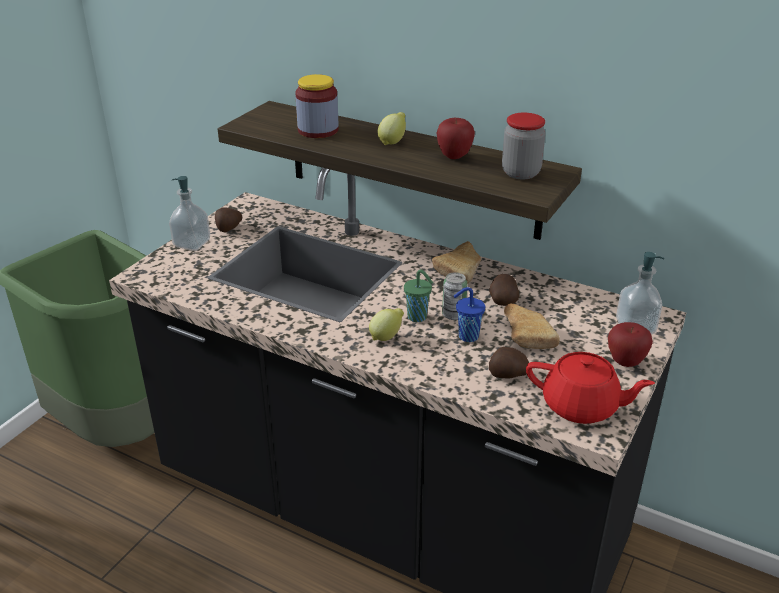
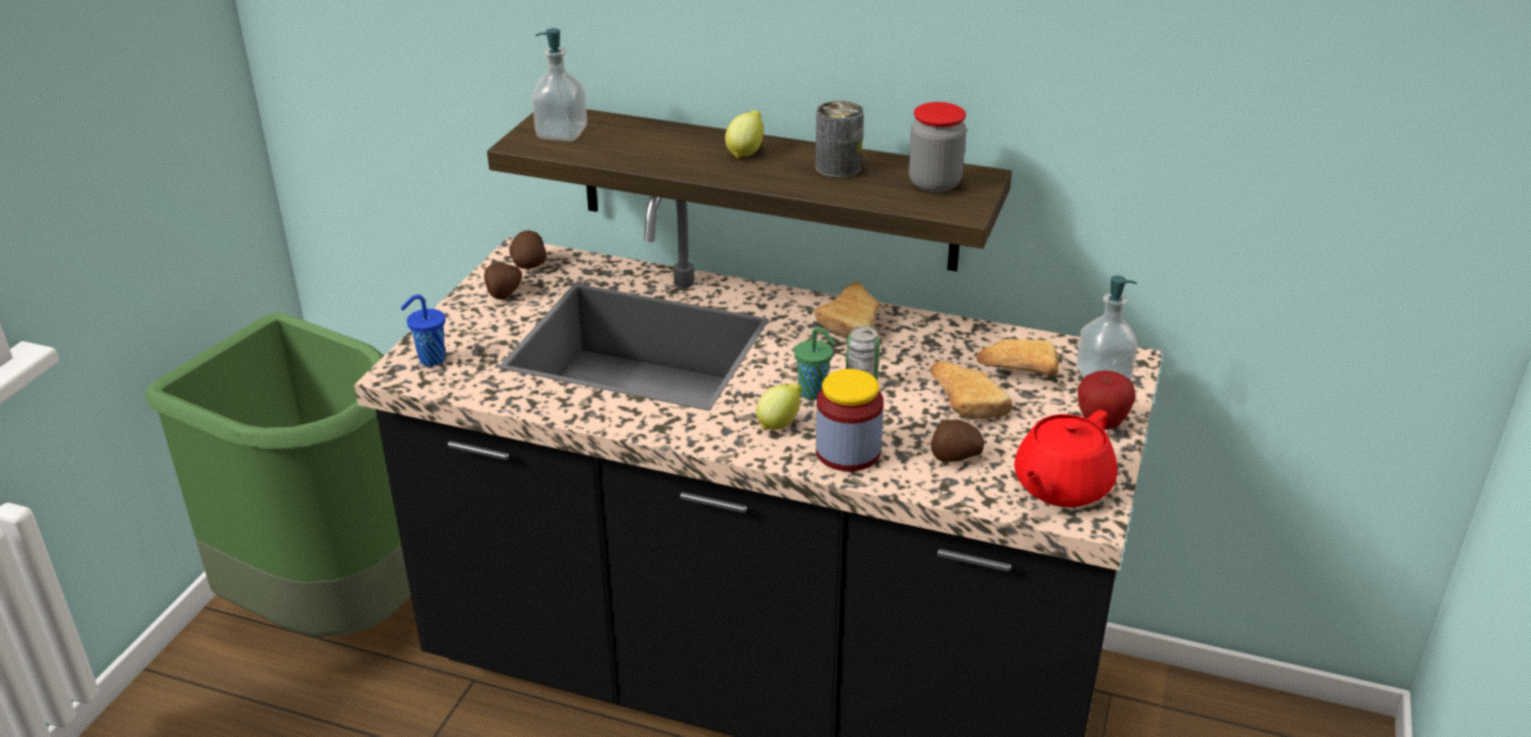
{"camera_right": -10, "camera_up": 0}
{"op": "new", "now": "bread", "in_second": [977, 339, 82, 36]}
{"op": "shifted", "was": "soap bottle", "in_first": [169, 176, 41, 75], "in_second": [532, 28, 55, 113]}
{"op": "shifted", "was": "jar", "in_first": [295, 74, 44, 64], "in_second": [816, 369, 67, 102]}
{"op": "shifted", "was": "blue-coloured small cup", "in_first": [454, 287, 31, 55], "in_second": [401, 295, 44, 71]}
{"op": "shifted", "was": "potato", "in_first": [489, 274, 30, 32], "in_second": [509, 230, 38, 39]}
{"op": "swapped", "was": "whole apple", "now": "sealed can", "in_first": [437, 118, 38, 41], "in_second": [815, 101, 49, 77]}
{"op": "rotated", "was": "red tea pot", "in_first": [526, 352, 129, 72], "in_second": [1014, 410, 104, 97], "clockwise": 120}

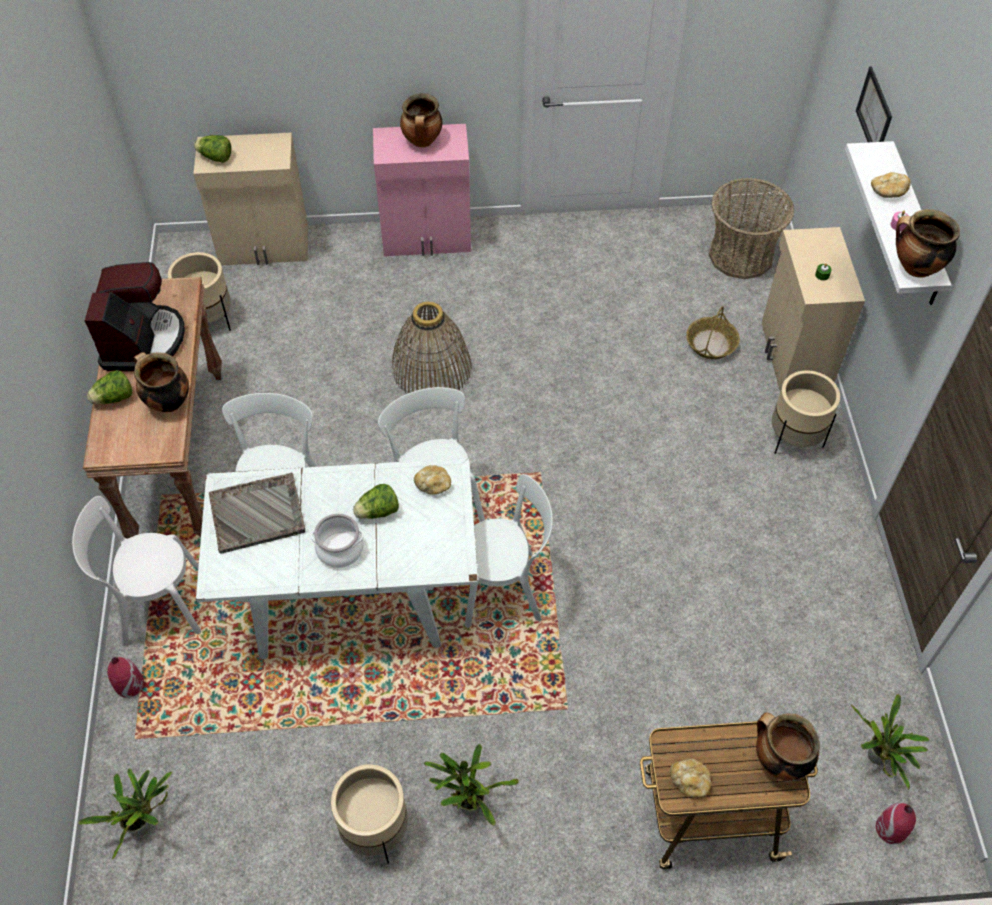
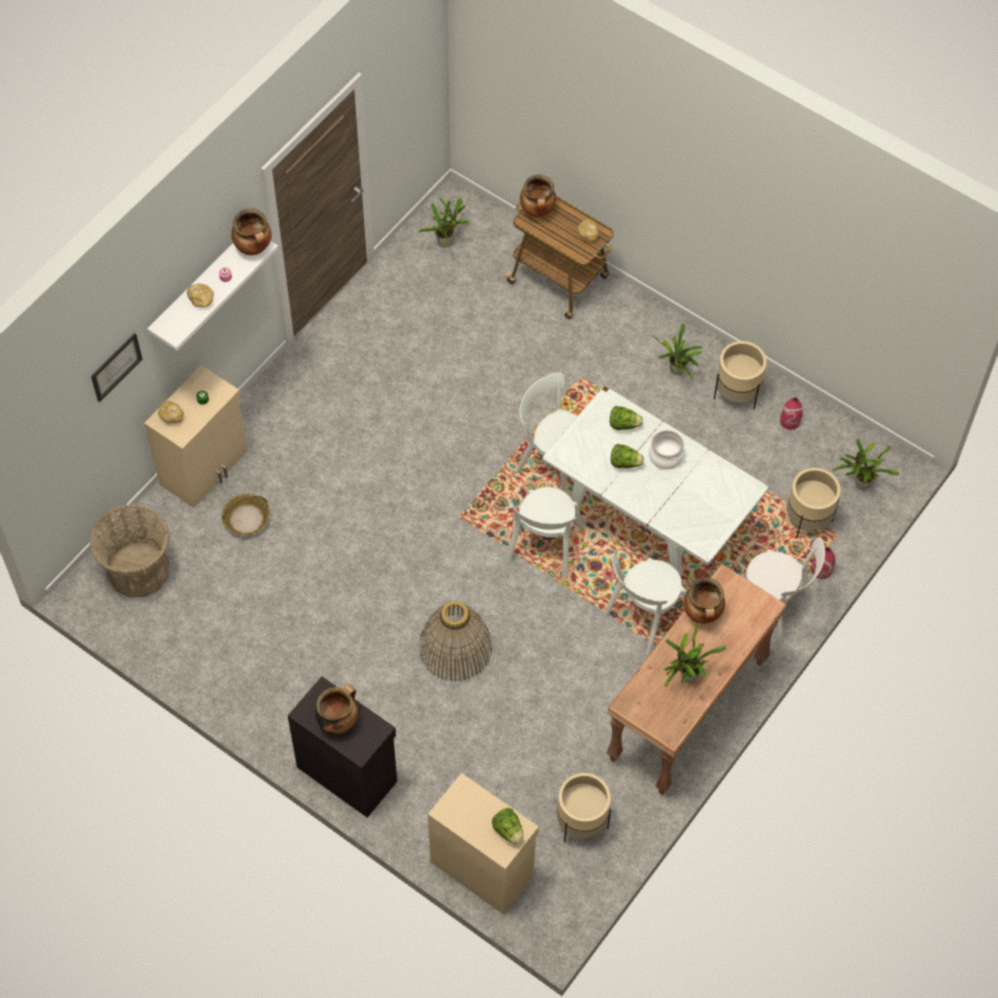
{"camera_right": -140, "camera_up": 5}
{"op": "gone", "was": "gray carrying tray", "in_first": [209, 473, 96, 81]}
{"op": "shifted", "was": "lettuce head", "in_first": [87, 370, 45, 34], "in_second": [610, 406, 33, 24]}
{"op": "shifted", "was": "bread", "in_first": [414, 465, 37, 30], "in_second": [158, 401, 26, 23]}
{"op": "shifted", "was": "beige planter", "in_first": [772, 370, 68, 84], "in_second": [787, 468, 54, 71]}
{"op": "shifted", "was": "red vase", "in_first": [876, 803, 40, 41], "in_second": [780, 397, 23, 33]}
{"op": "swapped", "was": "coffee maker", "now": "plant in a pot", "in_first": [85, 262, 100, 109], "in_second": [664, 624, 63, 63]}
{"op": "repainted", "was": "pink-coloured storage cabinet", "now": "black storage cabinet", "in_first": [373, 124, 98, 132], "in_second": [288, 676, 109, 142]}

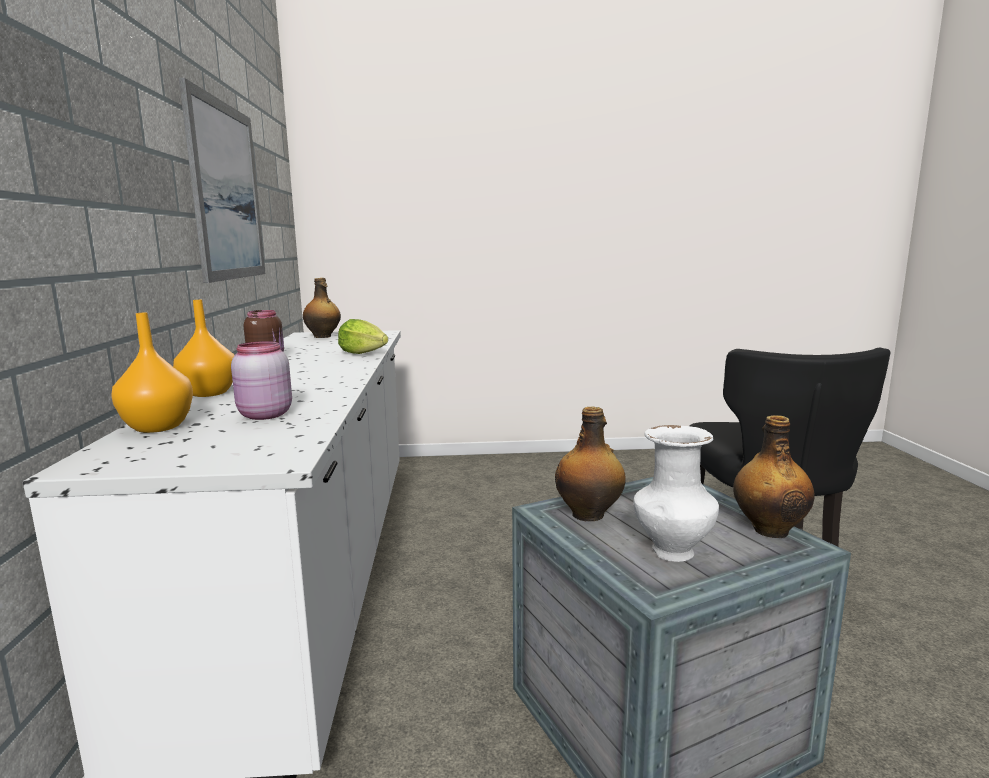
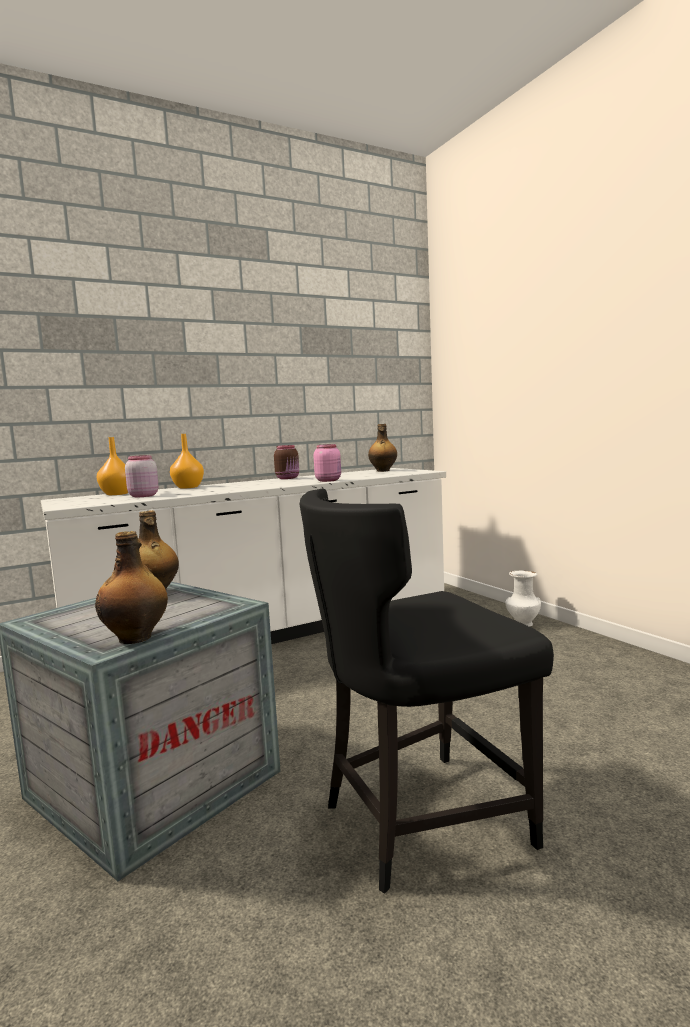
{"camera_right": 65, "camera_up": -5}
{"op": "gone", "was": "wall art", "in_first": [179, 78, 86, 205]}
{"op": "shifted", "was": "whitish vase", "in_first": [633, 425, 86, 137], "in_second": [505, 571, 36, 56]}
{"op": "swapped", "was": "lettuce head", "now": "pink-coloured jar", "in_first": [338, 319, 50, 35], "in_second": [314, 444, 27, 38]}

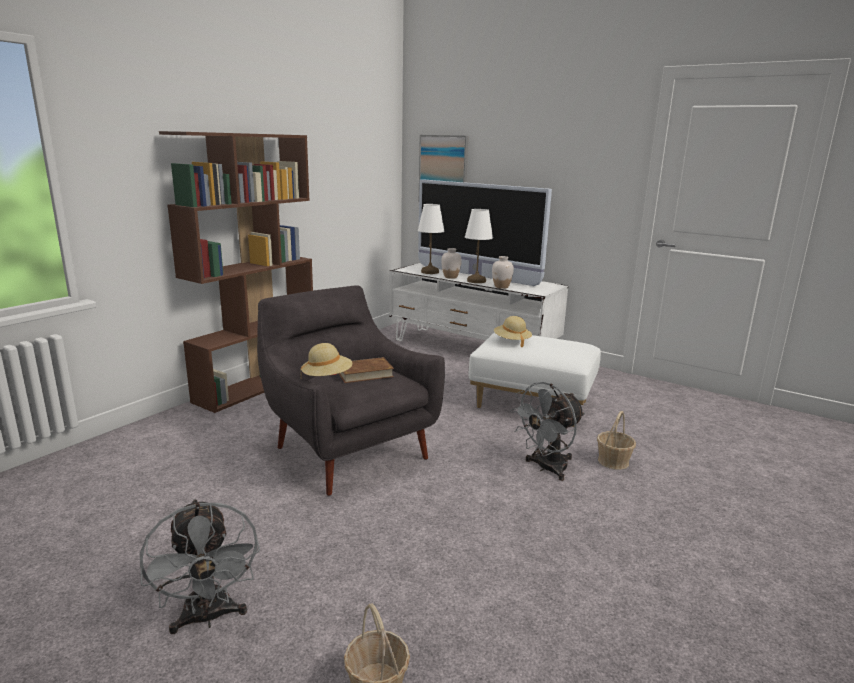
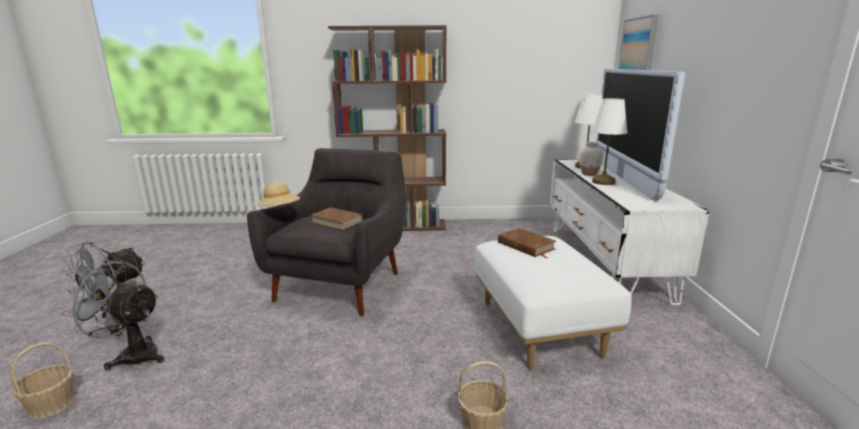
{"camera_right": 55, "camera_up": 0}
{"op": "gone", "was": "whitish vase", "in_first": [492, 256, 22, 33]}
{"op": "shifted", "was": "gray cooling fan", "in_first": [510, 382, 75, 99], "in_second": [61, 260, 103, 110]}
{"op": "swapped", "was": "beige clothing hat", "now": "brown-coloured book", "in_first": [494, 316, 38, 31], "in_second": [498, 228, 58, 31]}

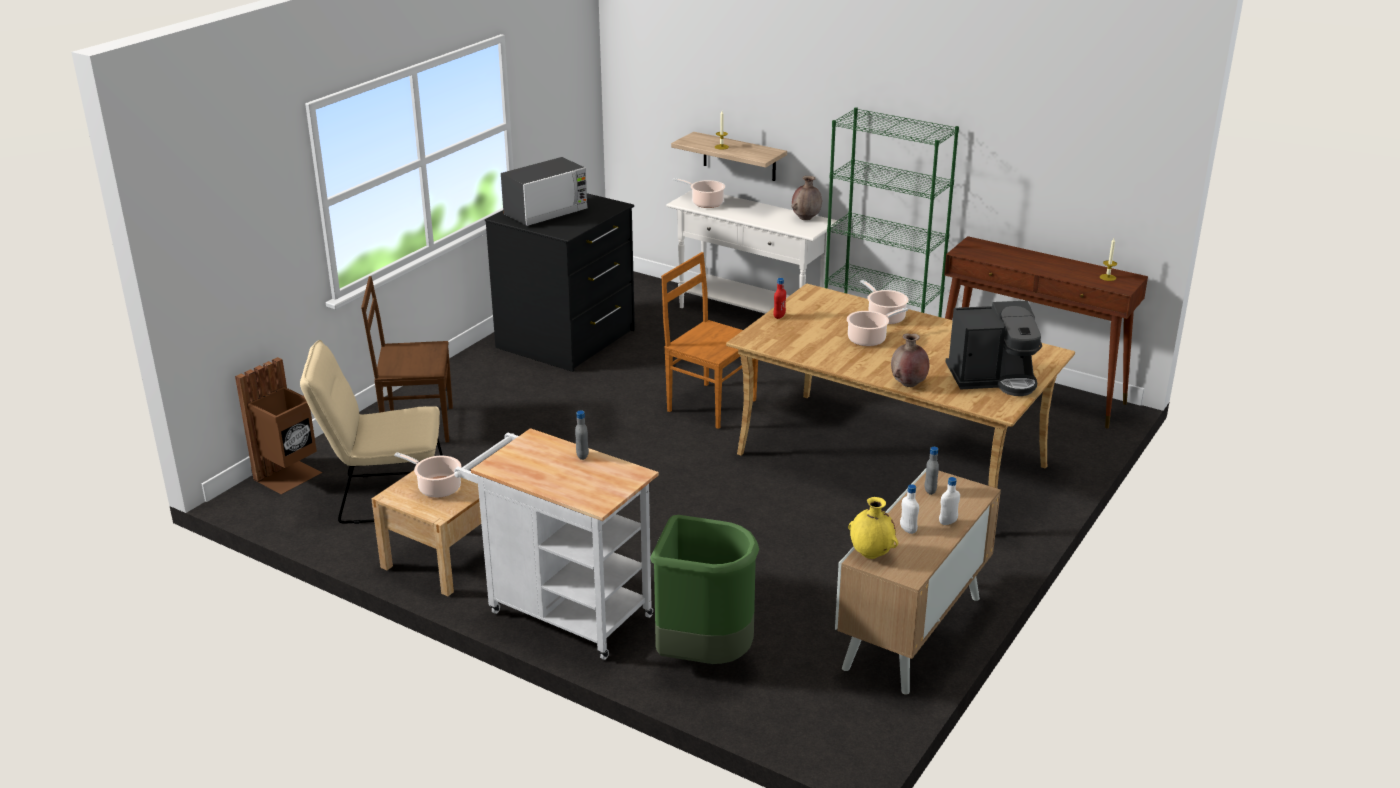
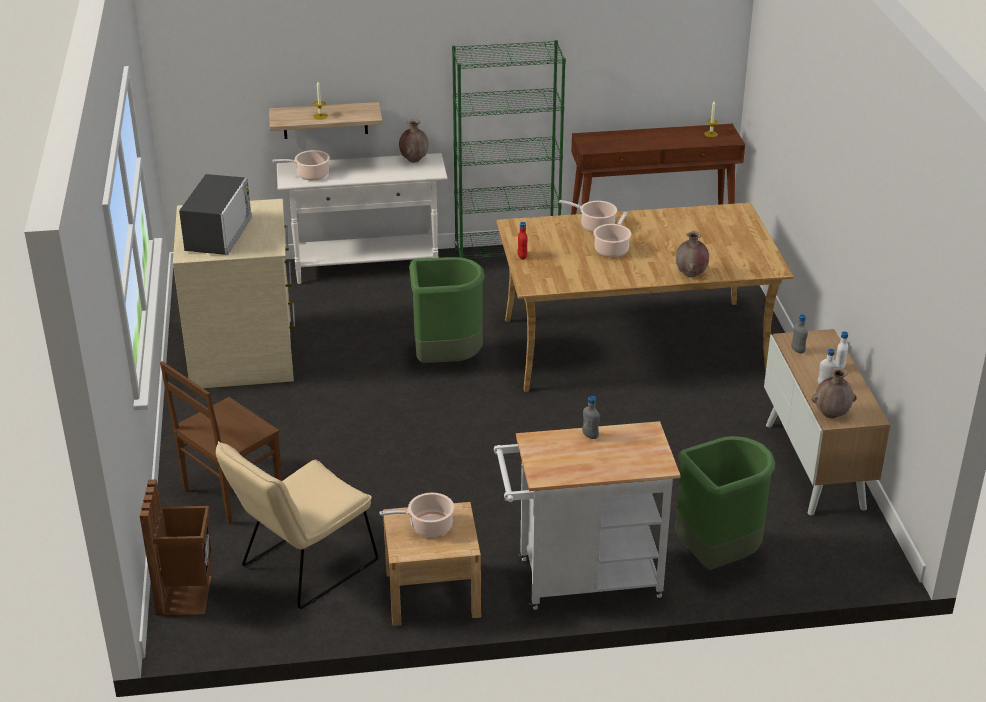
{"camera_right": -40, "camera_up": 5}
{"op": "gone", "was": "coffee maker", "in_first": [945, 301, 97, 95]}
{"op": "swapped", "was": "brown-coloured chair", "now": "green-coloured trash can", "in_first": [661, 252, 97, 177], "in_second": [409, 257, 76, 106]}
{"op": "repainted", "was": "black dresser", "now": "beige dresser", "in_first": [485, 193, 150, 179], "in_second": [173, 199, 123, 189]}
{"op": "repainted", "was": "yellow-coloured vase", "now": "brown-coloured vase", "in_first": [848, 497, 50, 62], "in_second": [811, 367, 46, 51]}

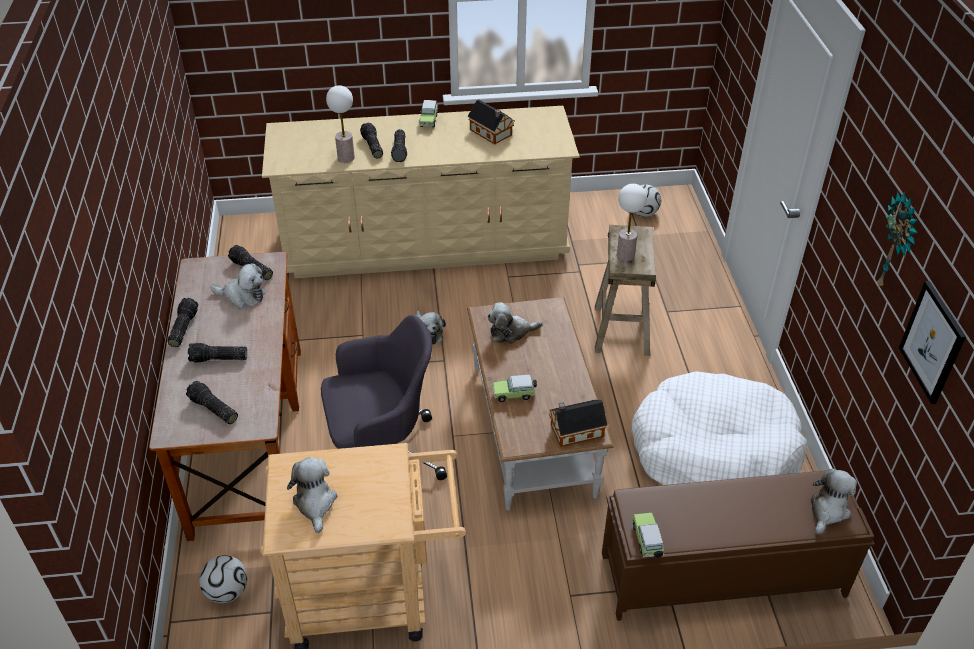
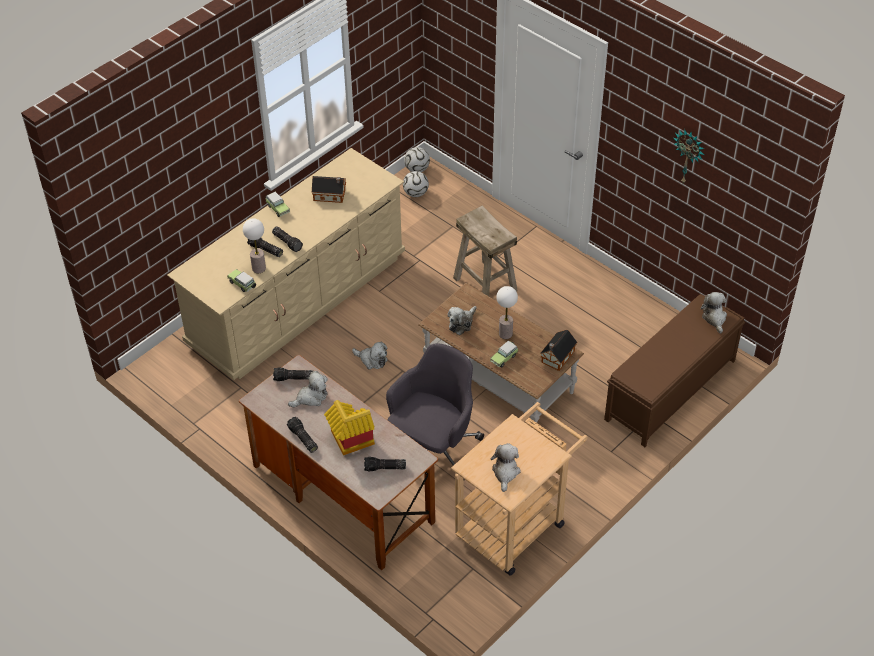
{"camera_right": -40, "camera_up": 5}
{"op": "gone", "was": "whitish dog bed", "in_first": [631, 371, 176, 114]}
{"op": "gone", "was": "wall art", "in_first": [899, 281, 67, 123]}
{"op": "shifted", "was": "football ball", "in_first": [199, 555, 48, 48], "in_second": [404, 147, 26, 25]}
{"op": "shifted", "was": "table lamp", "in_first": [617, 184, 30, 78], "in_second": [496, 286, 22, 53]}
{"op": "shifted", "was": "model car", "in_first": [632, 513, 32, 45], "in_second": [227, 269, 29, 23]}
{"op": "swapped", "was": "torch", "now": "miniature house", "in_first": [188, 343, 59, 20], "in_second": [324, 400, 51, 56]}
{"op": "rotated", "was": "cuddly toy", "in_first": [287, 457, 50, 76], "in_second": [491, 443, 30, 49], "clockwise": 60}

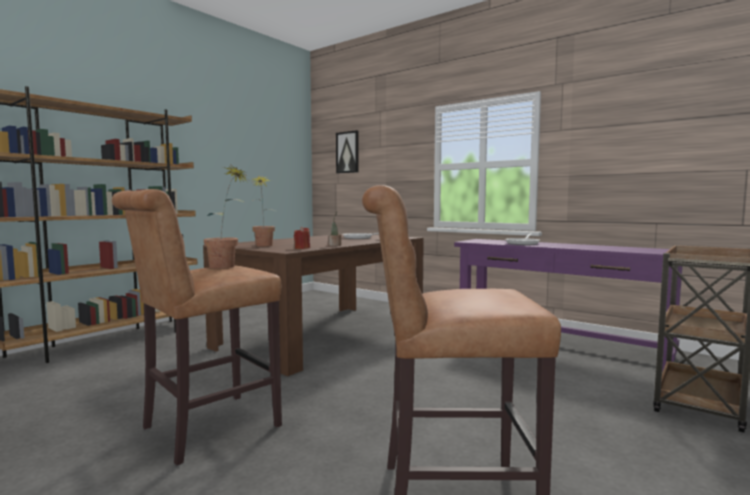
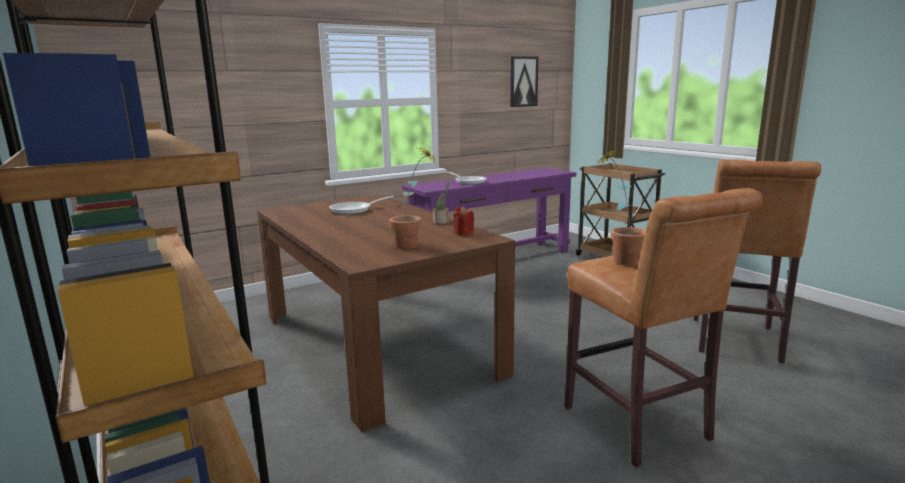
{"camera_right": -70, "camera_up": 10}
{"op": "shifted", "was": "wall art", "in_first": [336, 130, 23, 43], "in_second": [510, 56, 28, 51]}

